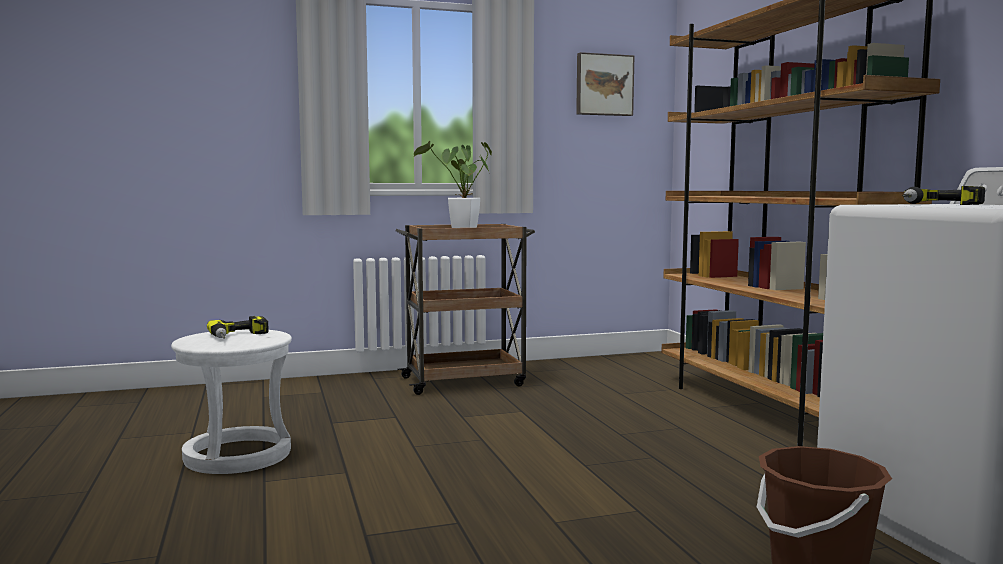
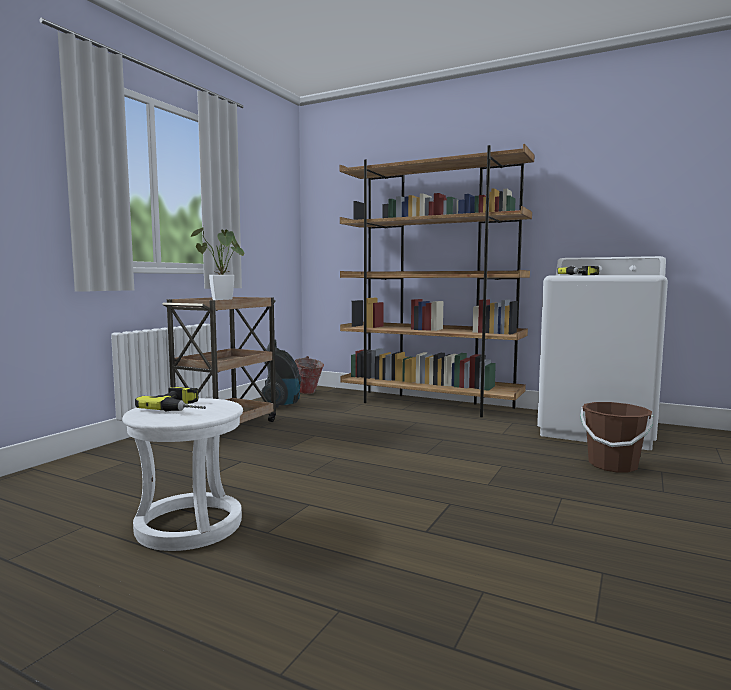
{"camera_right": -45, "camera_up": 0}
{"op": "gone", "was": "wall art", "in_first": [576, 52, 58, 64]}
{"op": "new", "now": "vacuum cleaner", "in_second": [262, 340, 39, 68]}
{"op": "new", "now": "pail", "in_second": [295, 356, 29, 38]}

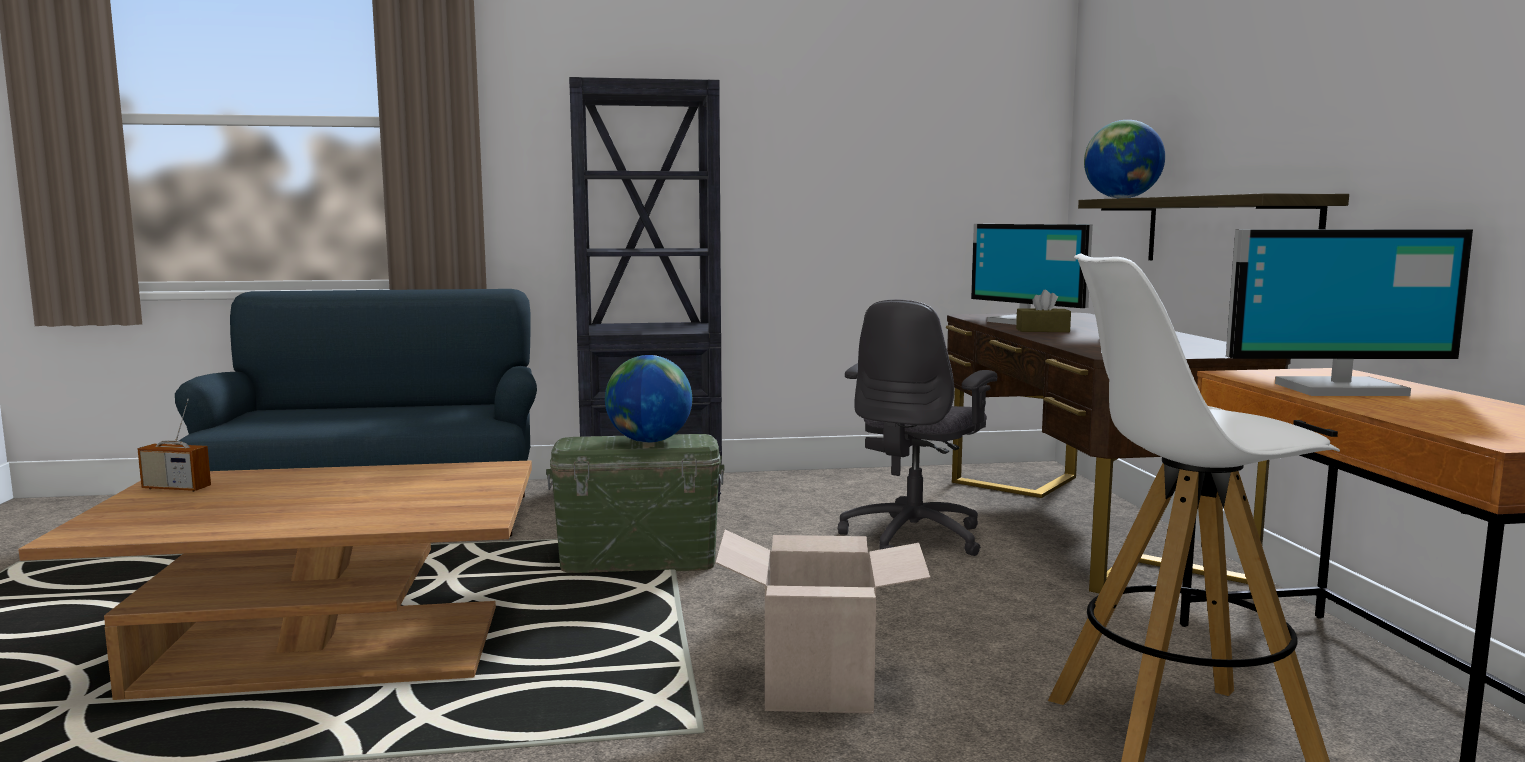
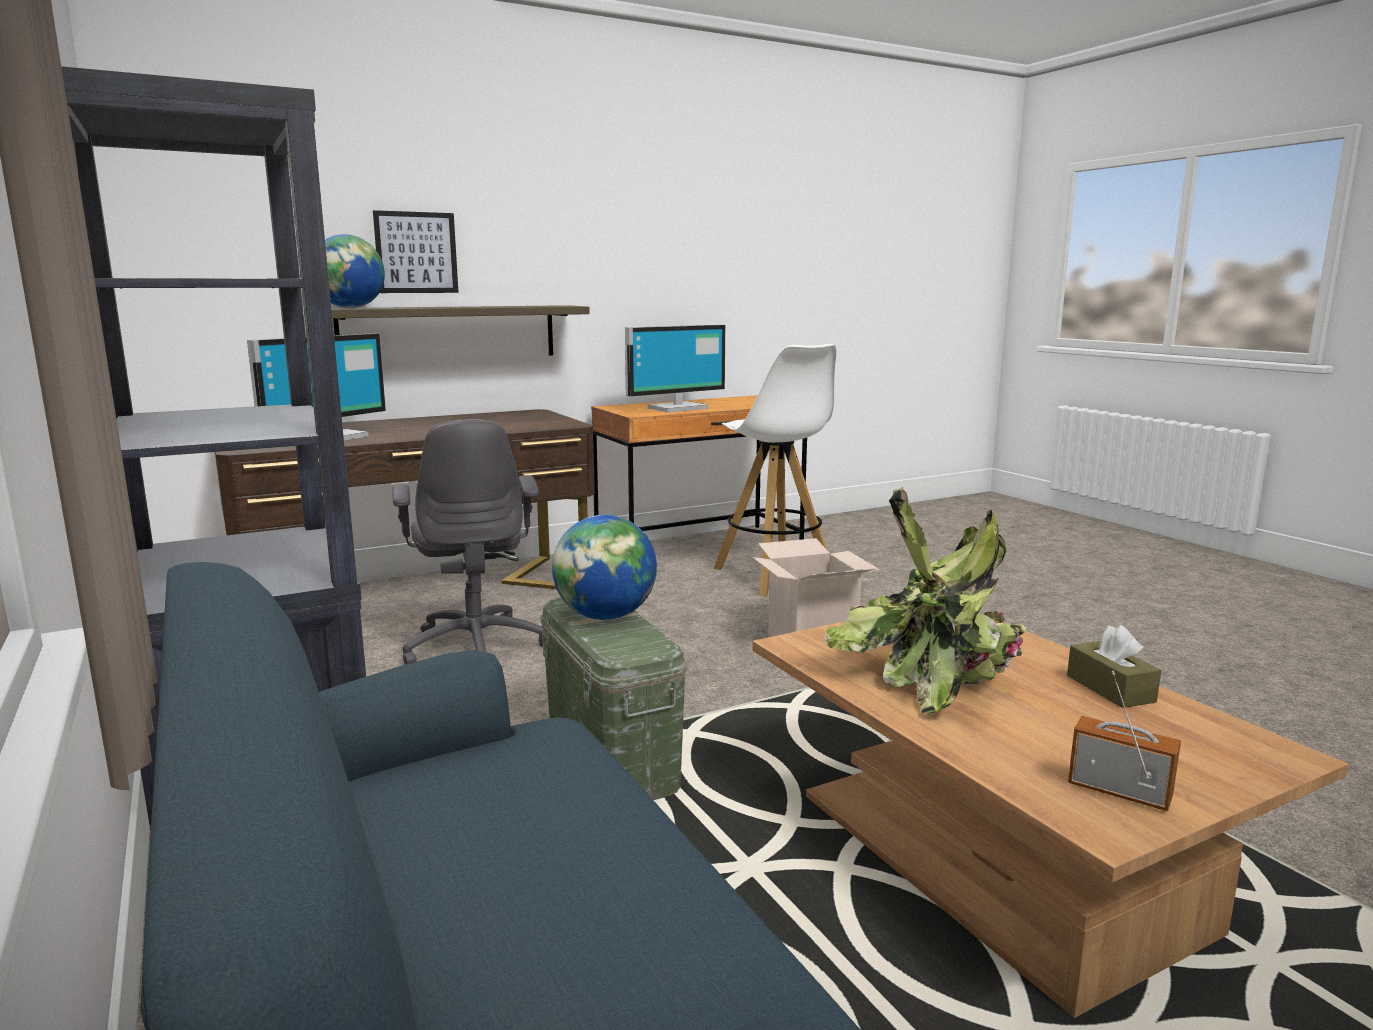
{"camera_right": -110, "camera_up": 5}
{"op": "new", "now": "wall art", "in_second": [373, 210, 86, 83]}
{"op": "new", "now": "plant in a pot", "in_second": [824, 487, 202, 227]}
{"op": "shifted", "was": "brown-coloured tissue holder", "in_first": [1016, 290, 55, 42], "in_second": [1067, 625, 94, 83]}
{"op": "rotated", "was": "radio receiver", "in_first": [138, 399, 73, 93], "in_second": [1068, 671, 113, 140], "clockwise": -45}
{"op": "rotated", "was": "gray office chair", "in_first": [838, 299, 159, 257], "in_second": [392, 419, 151, 246], "clockwise": 60}
{"op": "rotated", "was": "computer screen", "in_first": [1226, 229, 247, 167], "in_second": [625, 325, 100, 87], "clockwise": 75}

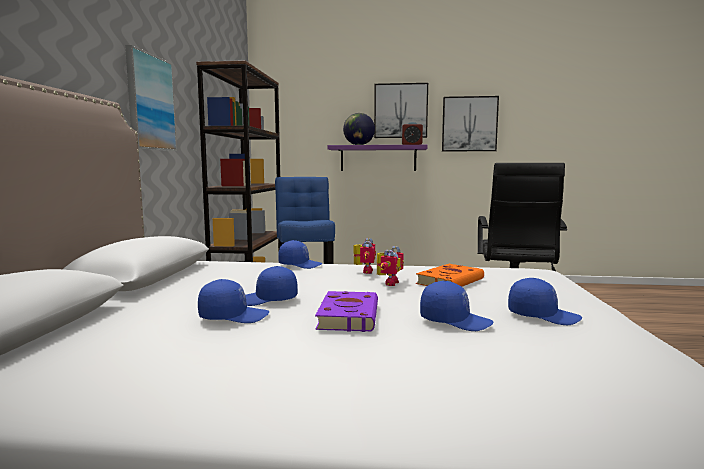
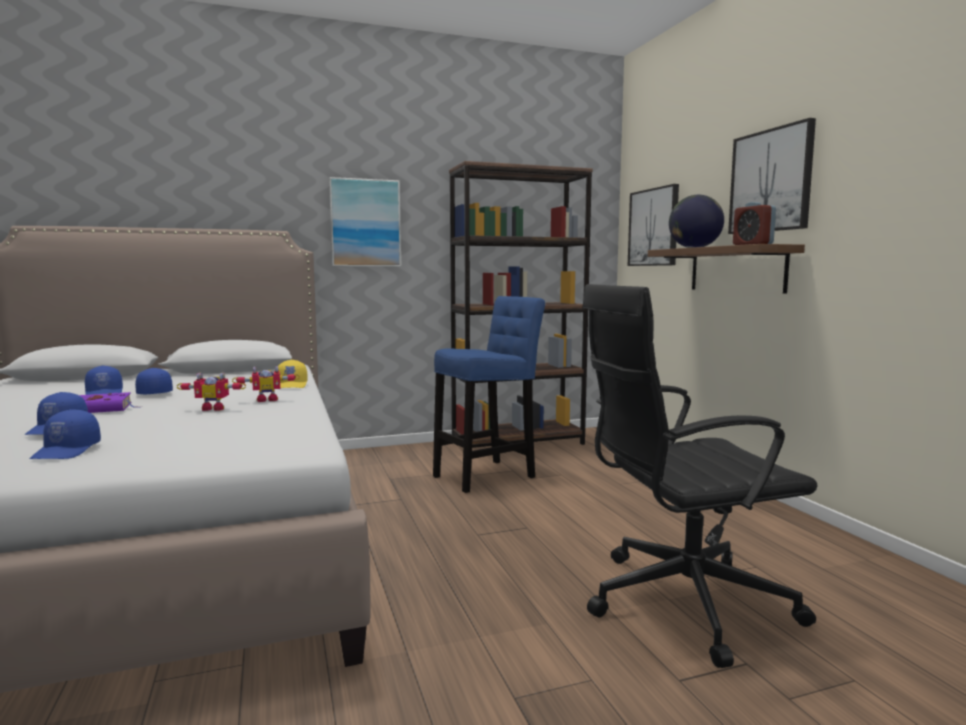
{"camera_right": 65, "camera_up": 0}
{"op": "gone", "was": "orange book", "in_first": [416, 264, 68, 23]}
{"op": "shifted", "was": "wall art", "in_first": [442, 96, 57, 55], "in_second": [628, 184, 51, 82]}
{"op": "repainted", "was": "blue-coloured cap", "now": "yellow-coloured cap", "in_first": [278, 240, 45, 29], "in_second": [278, 359, 30, 29]}
{"op": "repainted", "was": "purplish shelf", "now": "brown-coloured shelf", "in_first": [328, 145, 99, 26], "in_second": [648, 244, 157, 50]}

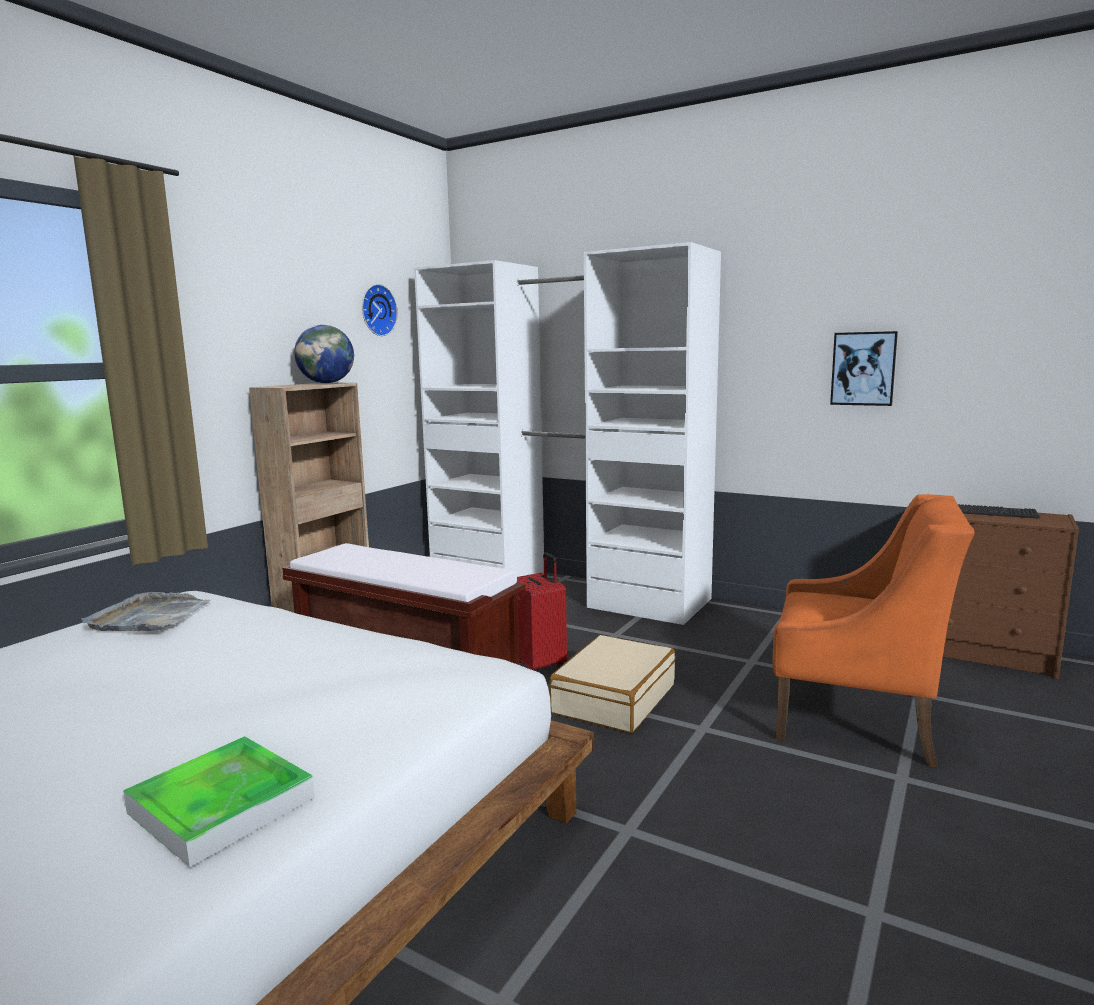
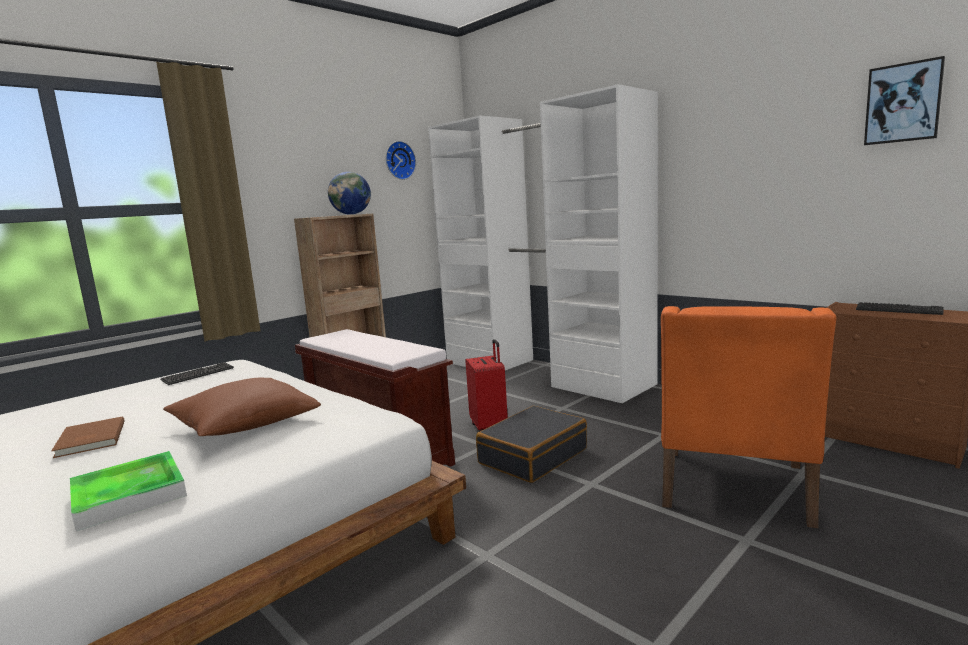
{"camera_right": 15, "camera_up": 0}
{"op": "new", "now": "brown-coloured book", "in_second": [51, 416, 73, 42]}
{"op": "new", "now": "brown-coloured pillow", "in_second": [163, 378, 158, 58]}
{"op": "shifted", "was": "wall art", "in_first": [830, 331, 68, 75], "in_second": [864, 56, 81, 89]}
{"op": "swapped", "was": "gray carrying tray", "now": "keyboard", "in_first": [82, 592, 129, 39], "in_second": [160, 362, 74, 23]}
{"op": "repainted", "was": "beige suitcase", "now": "black suitcase", "in_first": [549, 635, 126, 98], "in_second": [476, 406, 111, 77]}
{"op": "rotated", "was": "orange easy chair", "in_first": [773, 494, 202, 274], "in_second": [661, 306, 175, 222], "clockwise": 75}

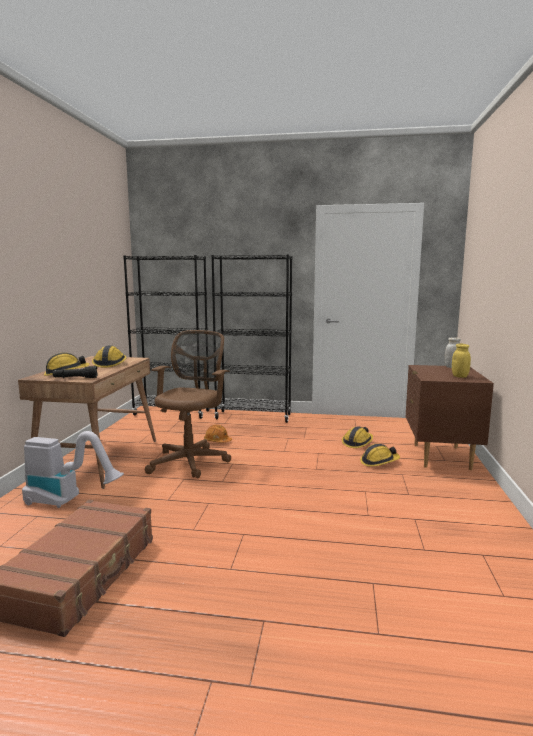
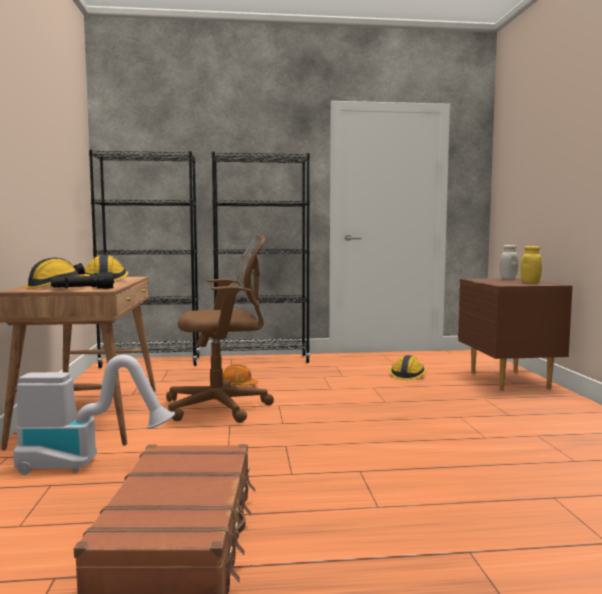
{"camera_right": -15, "camera_up": -5}
{"op": "gone", "was": "safety helmet", "in_first": [360, 444, 40, 23]}
{"op": "rotated", "was": "brown-coloured office chair", "in_first": [145, 330, 86, 148], "in_second": [166, 235, 108, 188], "clockwise": 75}

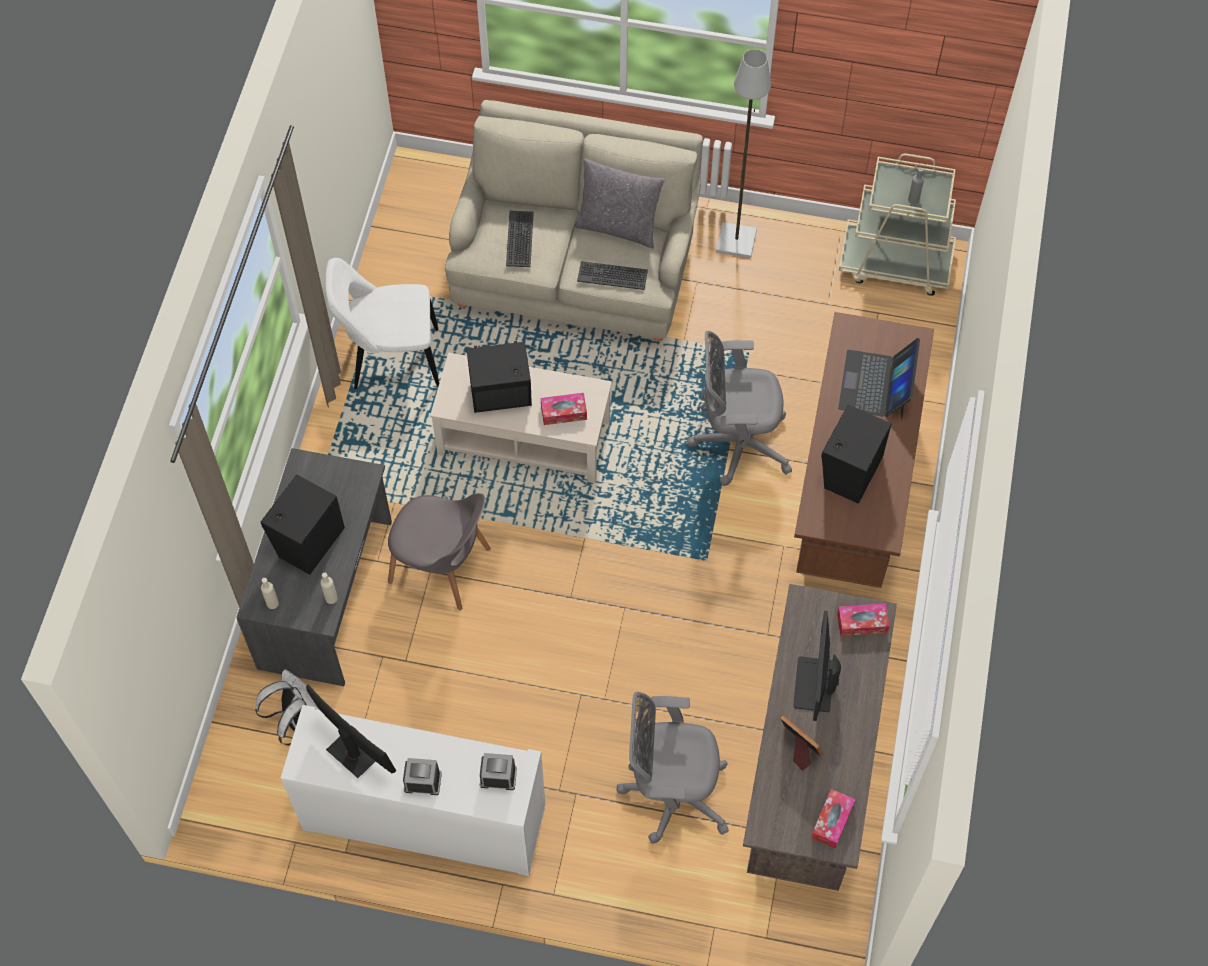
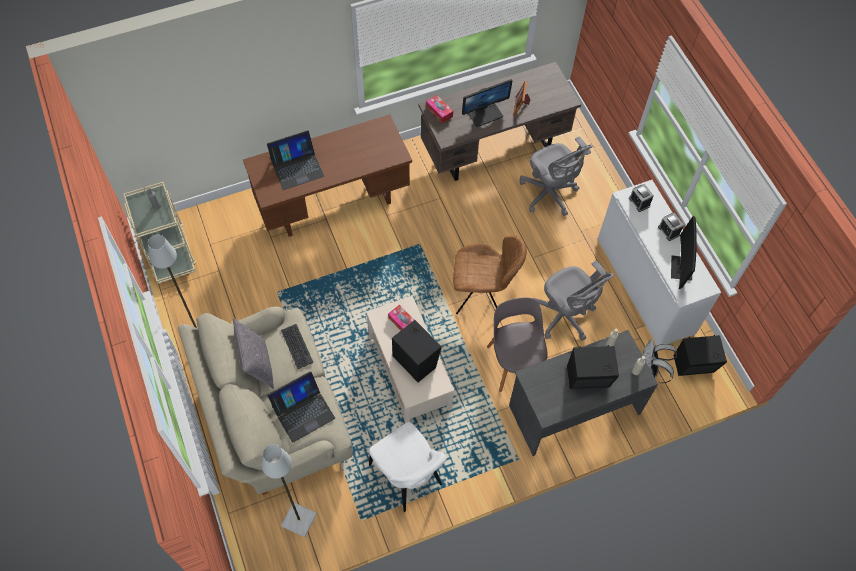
{"camera_right": -125, "camera_up": 0}
{"op": "gone", "was": "tissue holder", "in_first": [811, 789, 44, 59]}
{"op": "new", "now": "gray standard lamp", "in_second": [262, 444, 55, 93]}
{"op": "new", "now": "brown-coloured chair", "in_second": [453, 236, 74, 78]}
{"op": "shifted", "was": "gray office chair", "in_first": [687, 331, 105, 155], "in_second": [532, 260, 82, 81]}
{"op": "shifted", "was": "black audio speaker", "in_first": [821, 405, 70, 99], "in_second": [673, 335, 54, 41]}
{"op": "swapped", "was": "keyboard", "now": "portable computer", "in_first": [506, 211, 28, 56], "in_second": [267, 371, 68, 72]}

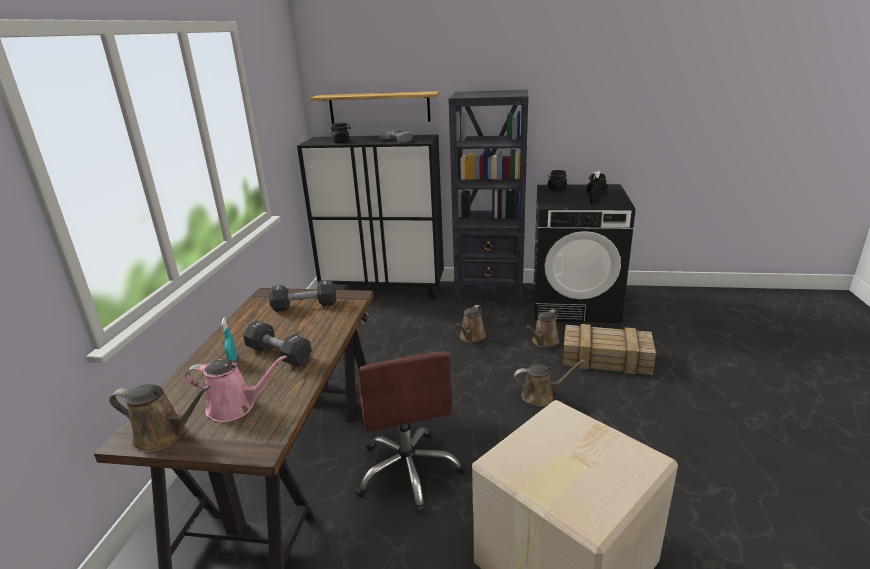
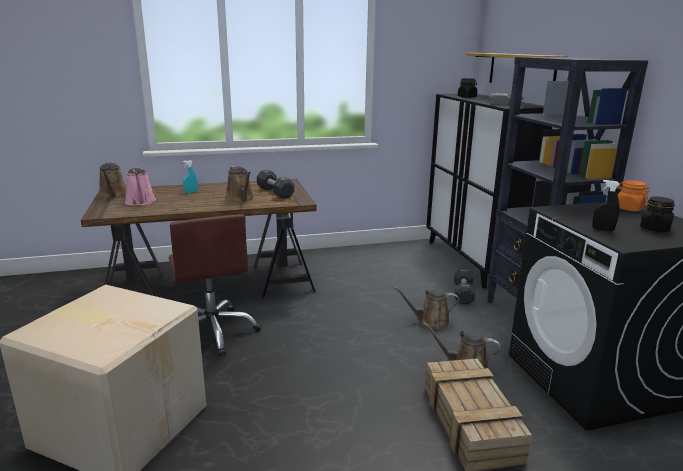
{"camera_right": 65, "camera_up": -5}
{"op": "shifted", "was": "black free weight", "in_first": [243, 320, 69, 47], "in_second": [454, 268, 21, 37]}
{"op": "shifted", "was": "brown-coloured sprinkling can", "in_first": [514, 360, 71, 46], "in_second": [225, 166, 29, 37]}
{"op": "repainted", "was": "black jar", "now": "orange jar", "in_first": [548, 170, 19, 21], "in_second": [616, 180, 34, 32]}
{"op": "rotated", "was": "brown-coloured office chair", "in_first": [355, 351, 110, 163], "in_second": [169, 214, 92, 142], "clockwise": -75}

